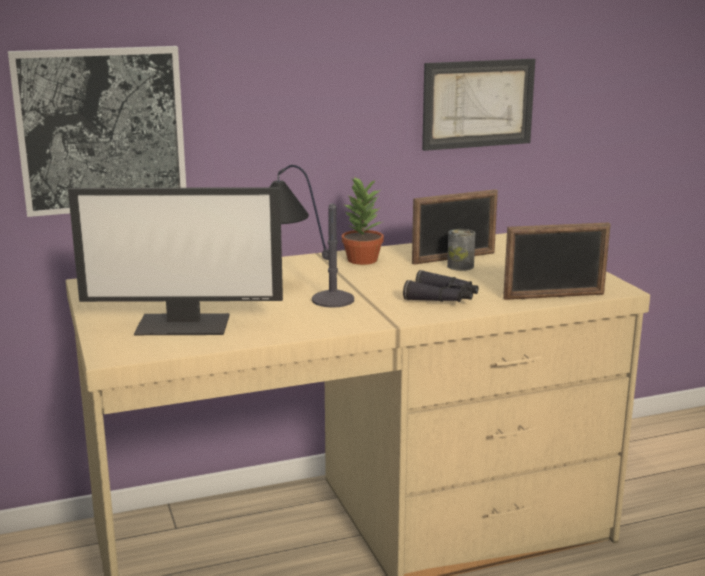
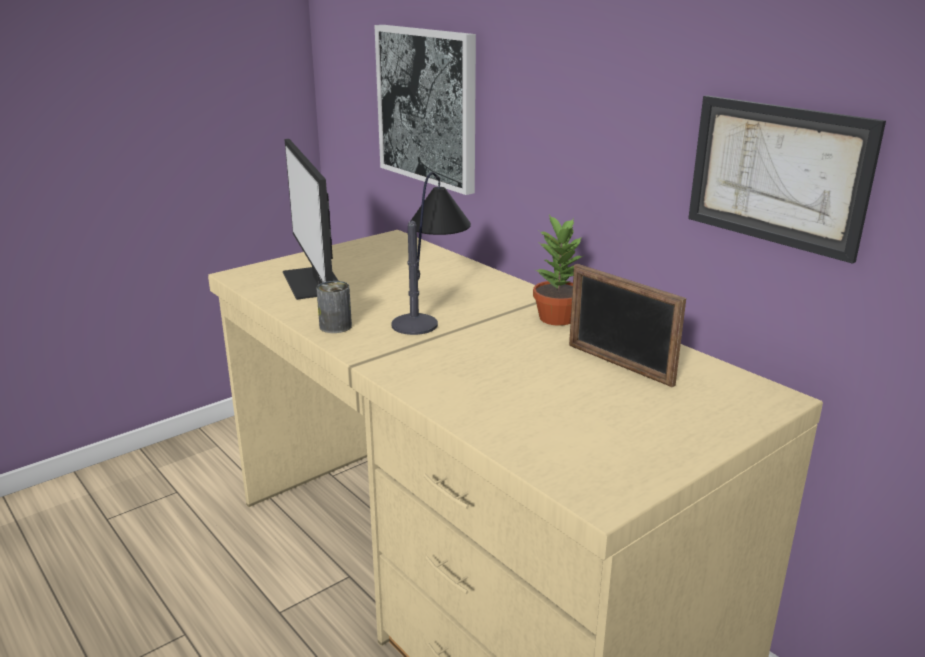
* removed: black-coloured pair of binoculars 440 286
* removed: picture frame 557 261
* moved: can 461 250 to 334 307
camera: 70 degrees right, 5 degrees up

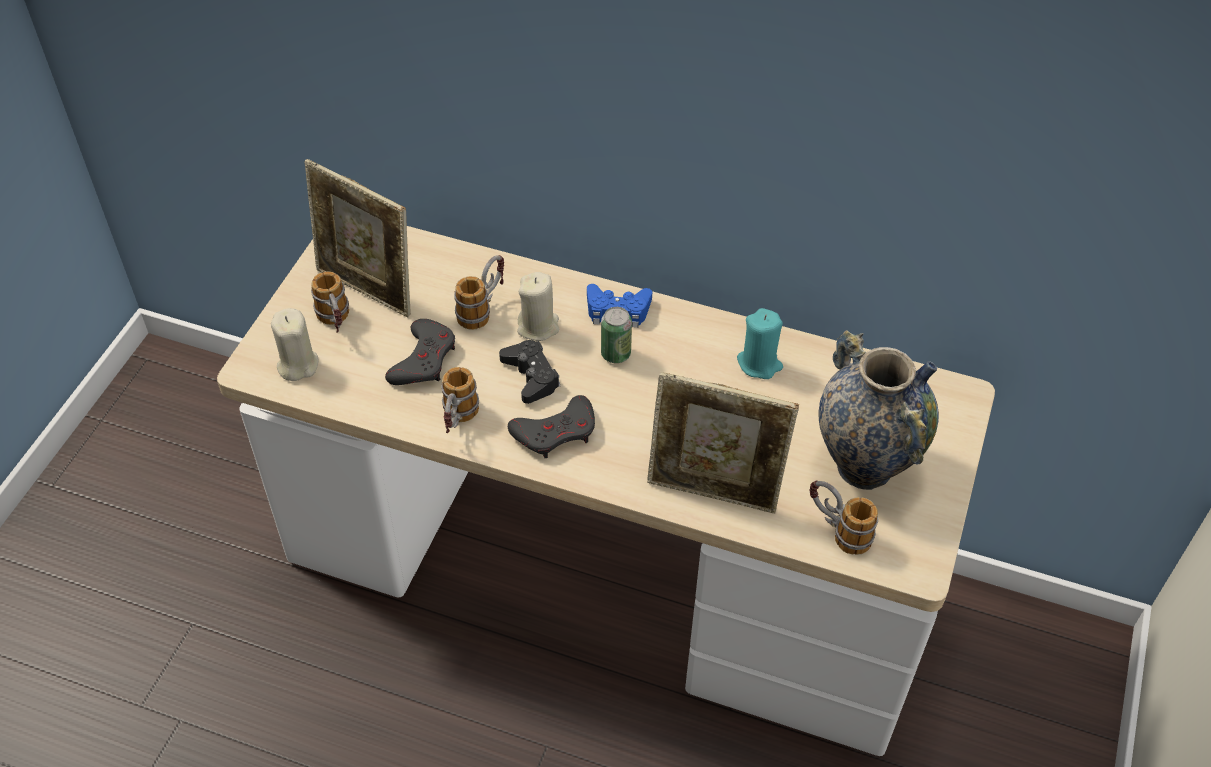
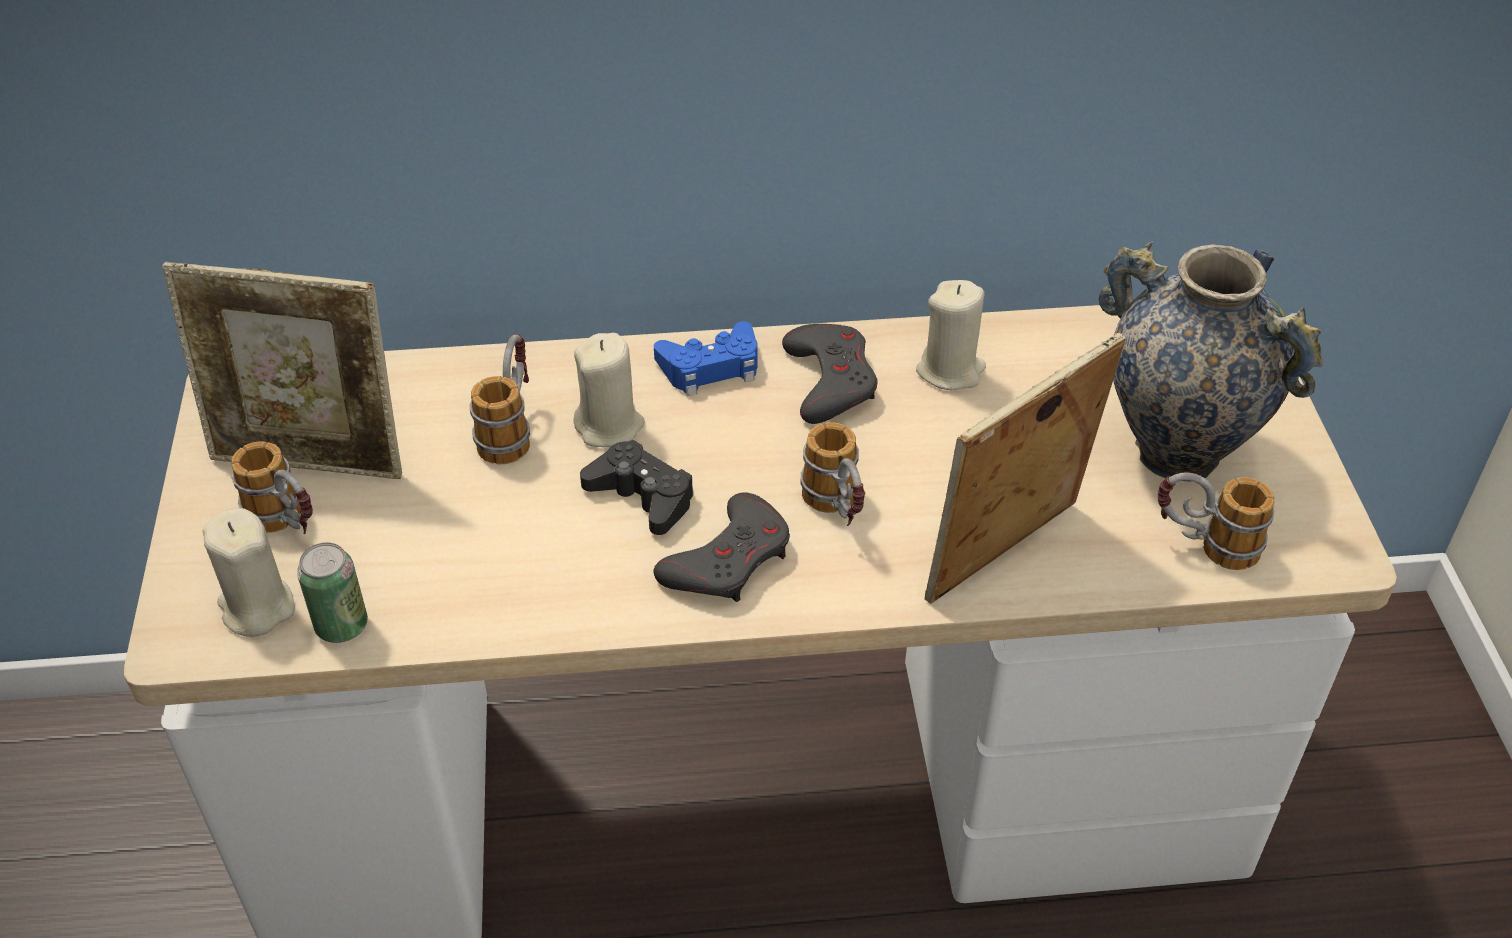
* moved: gray game controller 420 352 to 830 374
* moved: mug 460 400 to 833 474
* moved: can 616 335 to 332 592
* recoloured: turquoise-coloured candle 760 343 to beige candle 951 335
* turned: picture frame 723 442 = 1025 468 150 degrees clockwise
camera: 25 degrees left, 5 degrees down

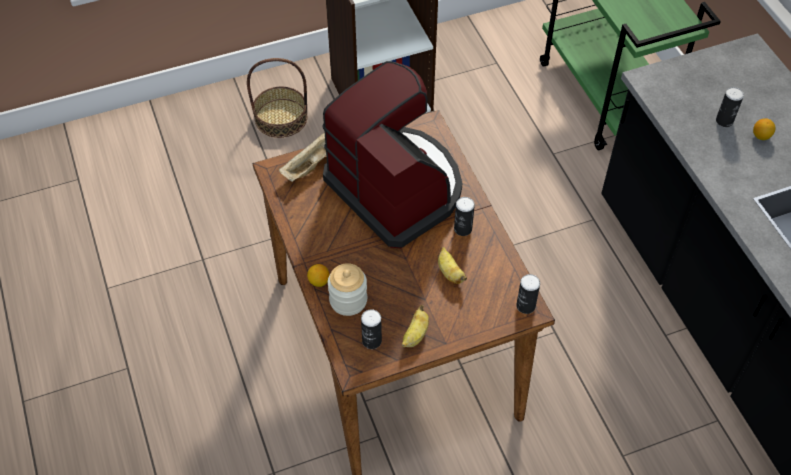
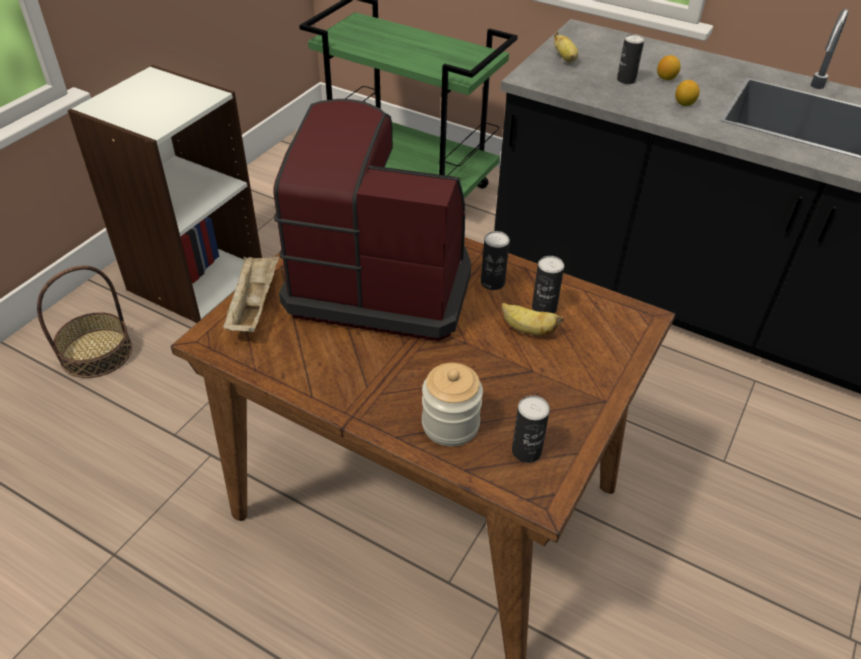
* moved: citrus fruit 318 275 to 687 93
* moved: banana 415 326 to 566 47
* moved: can 528 294 to 548 284
camera: 40 degrees left, 10 degrees down

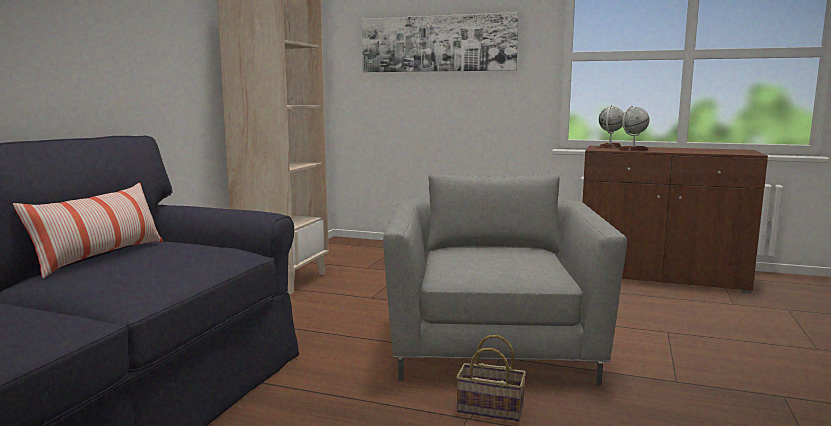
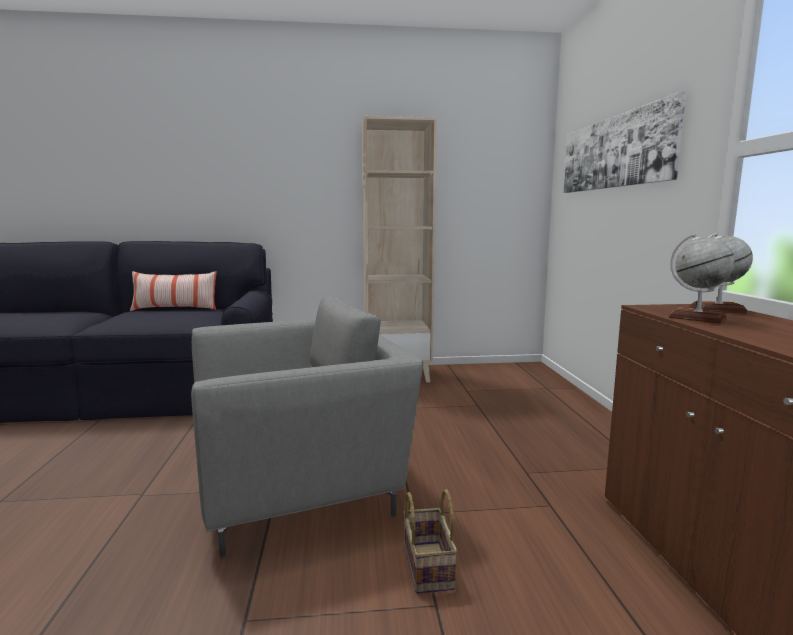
* moved: basket 491 378 to 430 541
camera: 65 degrees right, 0 degrees up

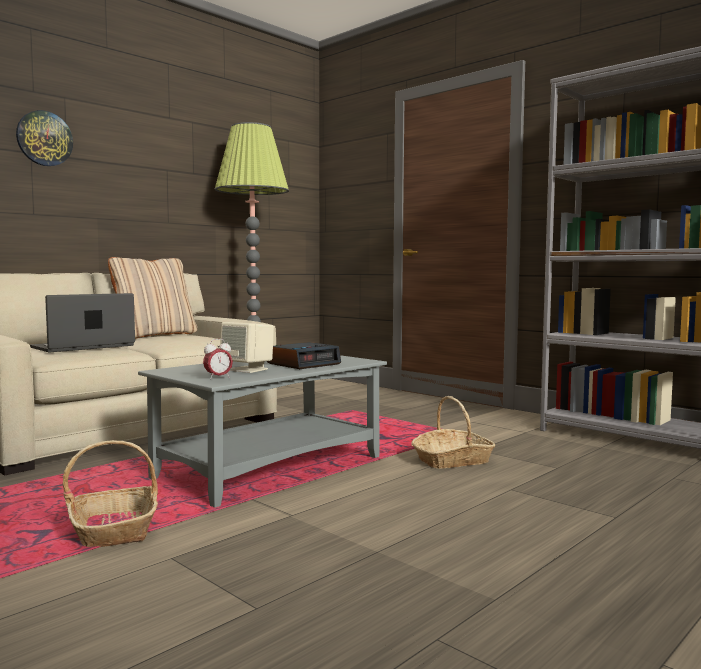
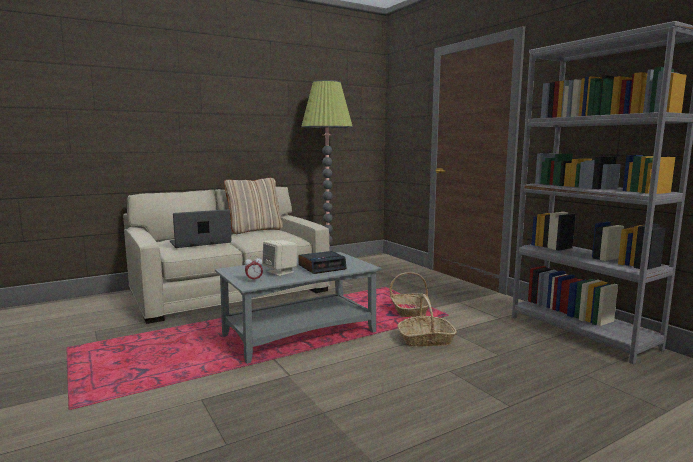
* removed: clock on the wall 44 138
* moved: basket 110 493 to 409 294
camera: 15 degrees right, 5 degrees up

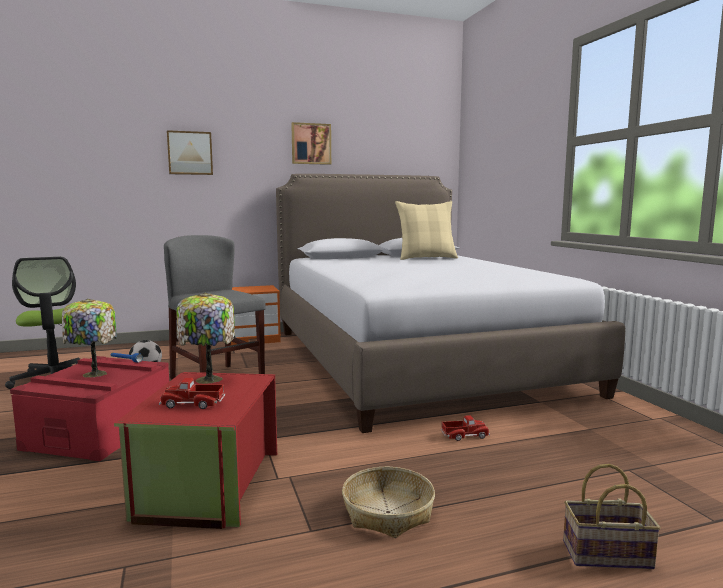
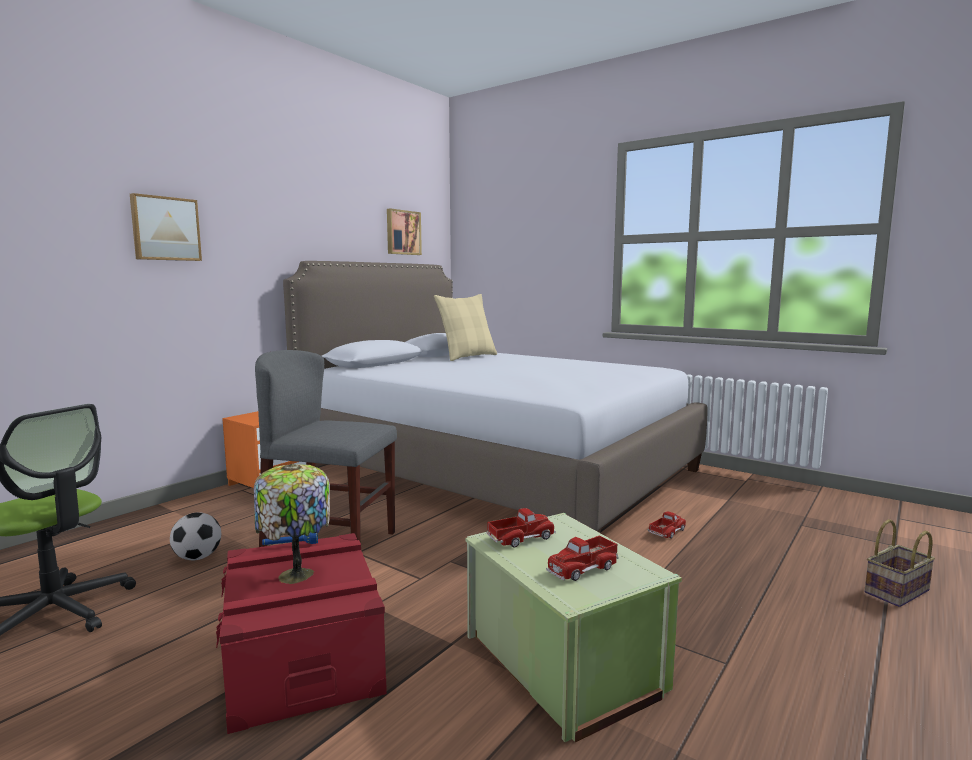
* removed: basket 388 502
* moved: wall art 311 143 to 404 231
* replaced: lamp for a table 205 338 to toy lorry 521 527
* recoloured: red-coloured storage box 195 450 to greenish storage box 573 627
camera: 35 degrees left, 0 degrees up

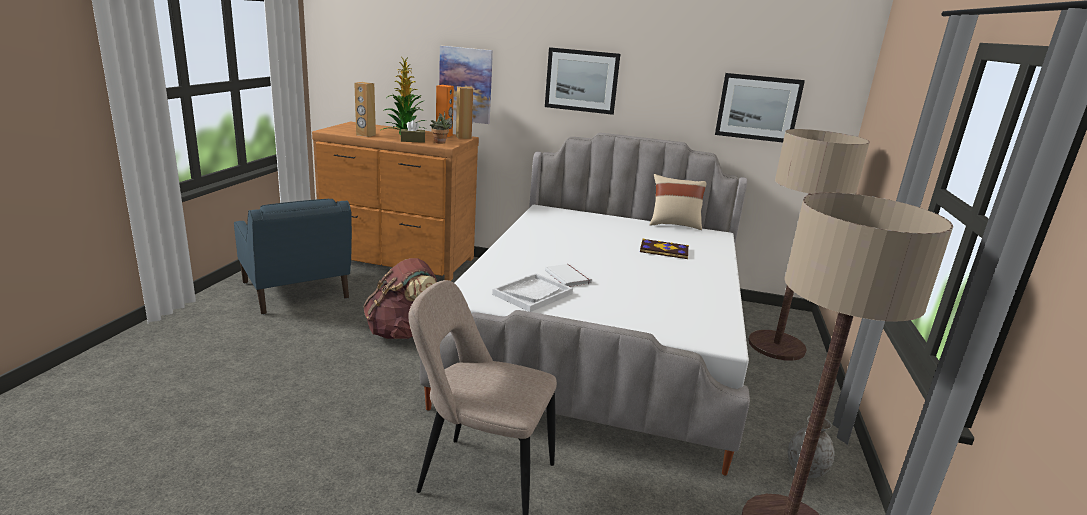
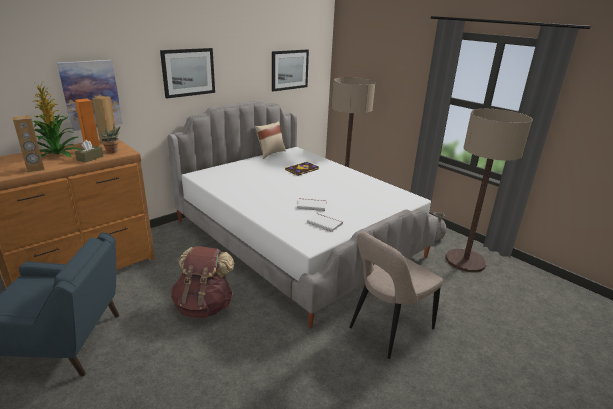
* replaced: whitish serving tray 532 292 to whitish bound book 325 222
camera: 55 degrees left, 5 degrees up

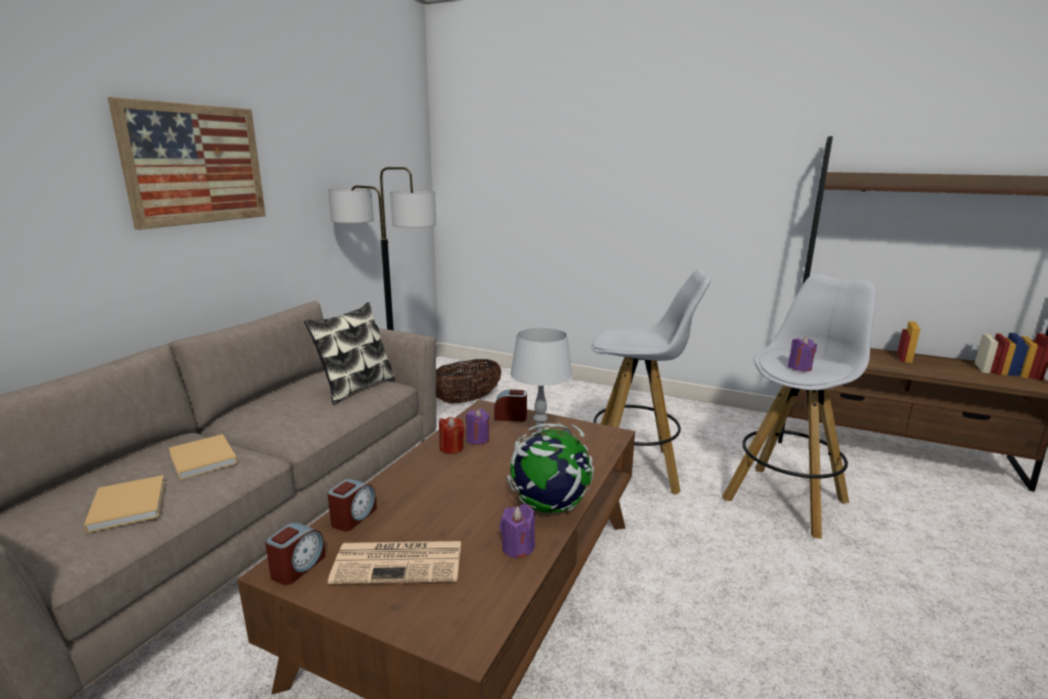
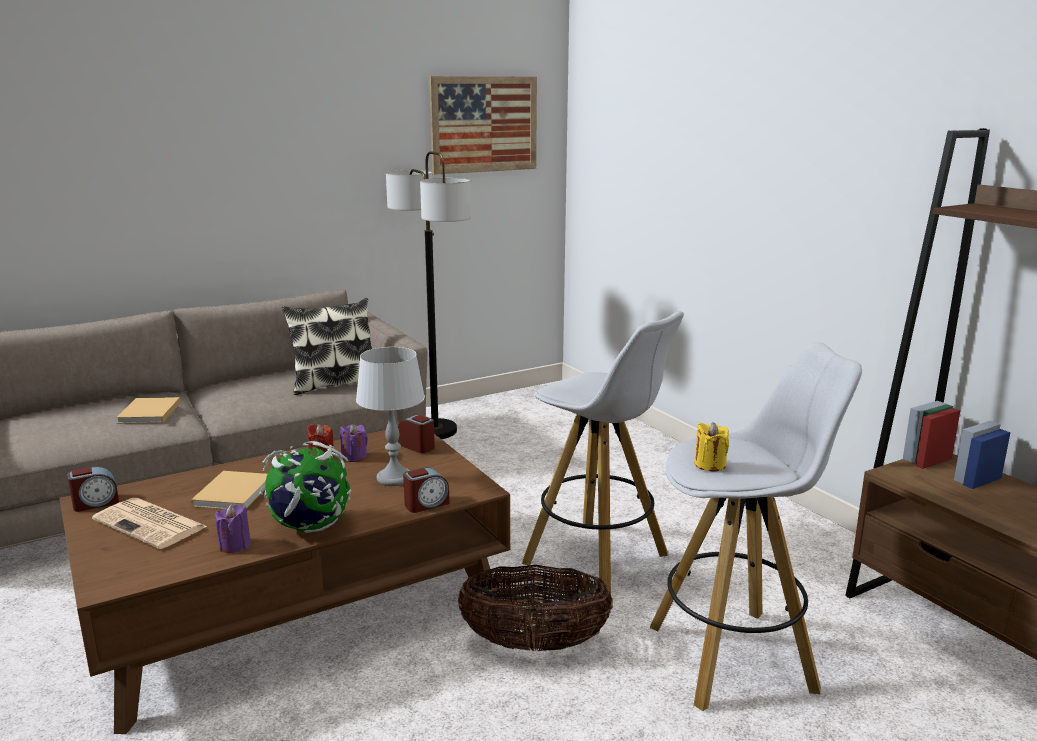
* moved: beige bound book 124 504 to 229 490
* moved: wall art 187 163 to 483 125
* moved: table clock 351 505 to 426 490
* moved: basket 468 381 to 535 608
* recoloured: purple candle 802 353 to yellow candle 711 446
camera: 35 degrees right, 0 degrees up

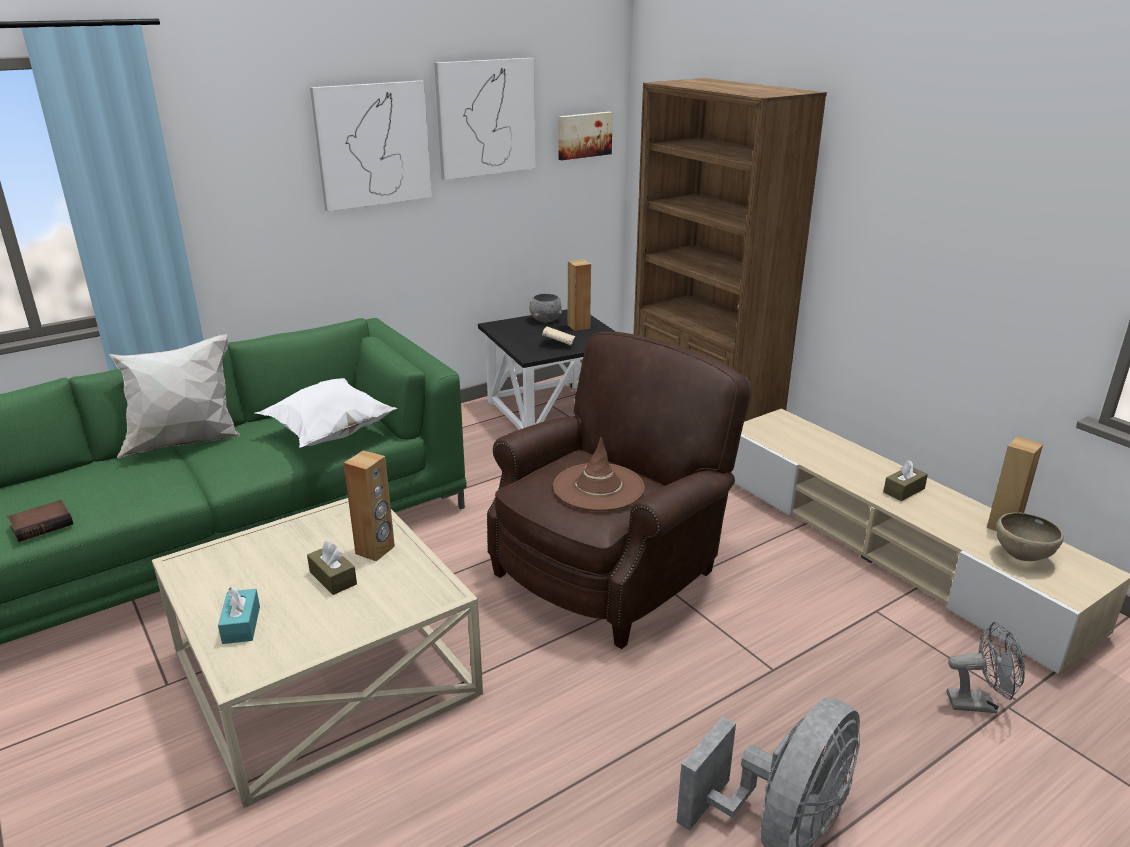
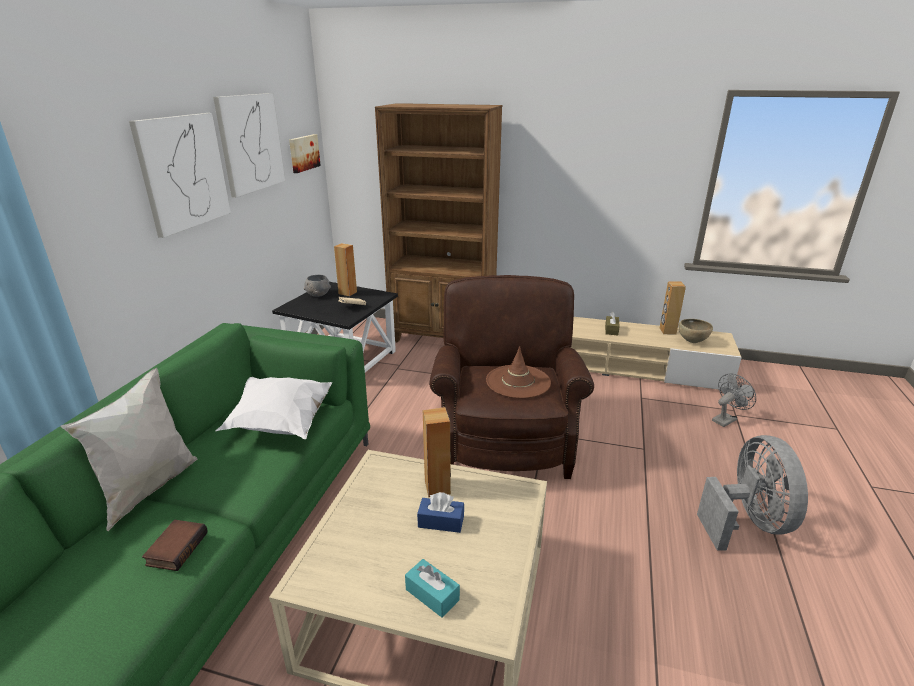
* moved: bound book 40 521 to 175 545
* recoloured: brown-coloured box of tissues 332 568 to blue box of tissues 440 512
camera: 40 degrees left, 0 degrees up

